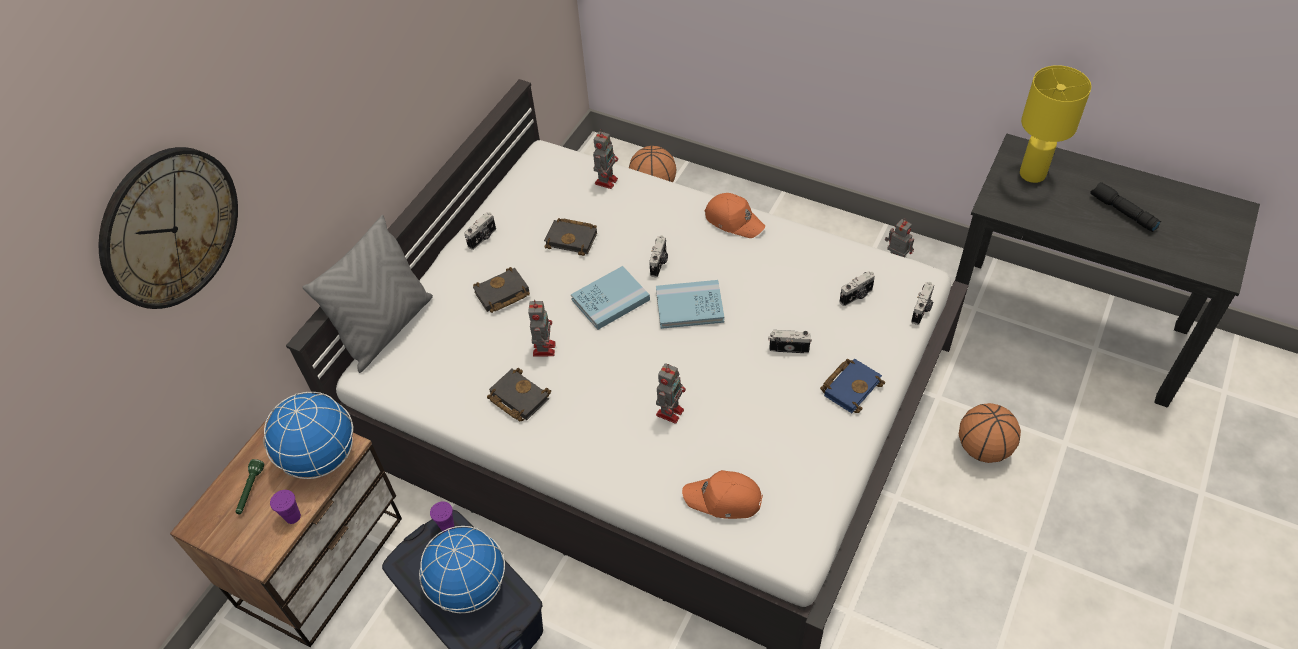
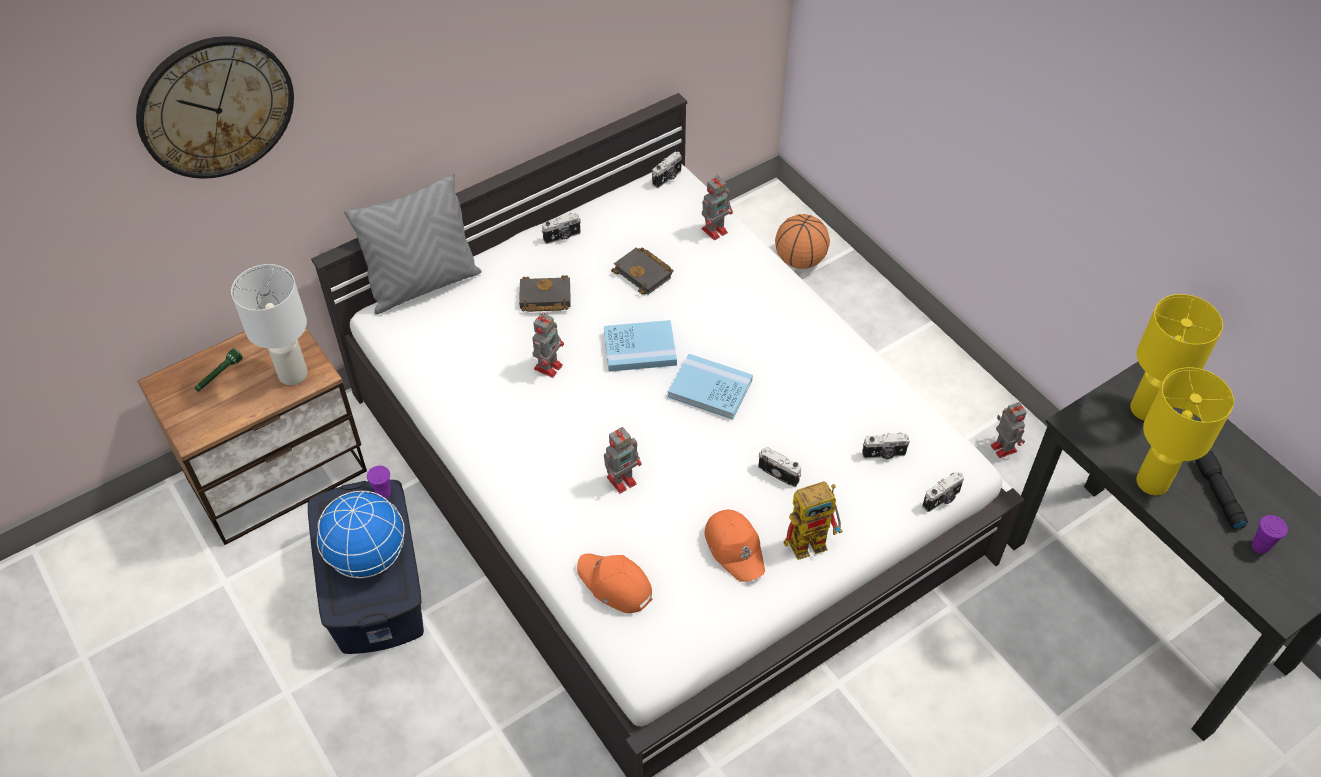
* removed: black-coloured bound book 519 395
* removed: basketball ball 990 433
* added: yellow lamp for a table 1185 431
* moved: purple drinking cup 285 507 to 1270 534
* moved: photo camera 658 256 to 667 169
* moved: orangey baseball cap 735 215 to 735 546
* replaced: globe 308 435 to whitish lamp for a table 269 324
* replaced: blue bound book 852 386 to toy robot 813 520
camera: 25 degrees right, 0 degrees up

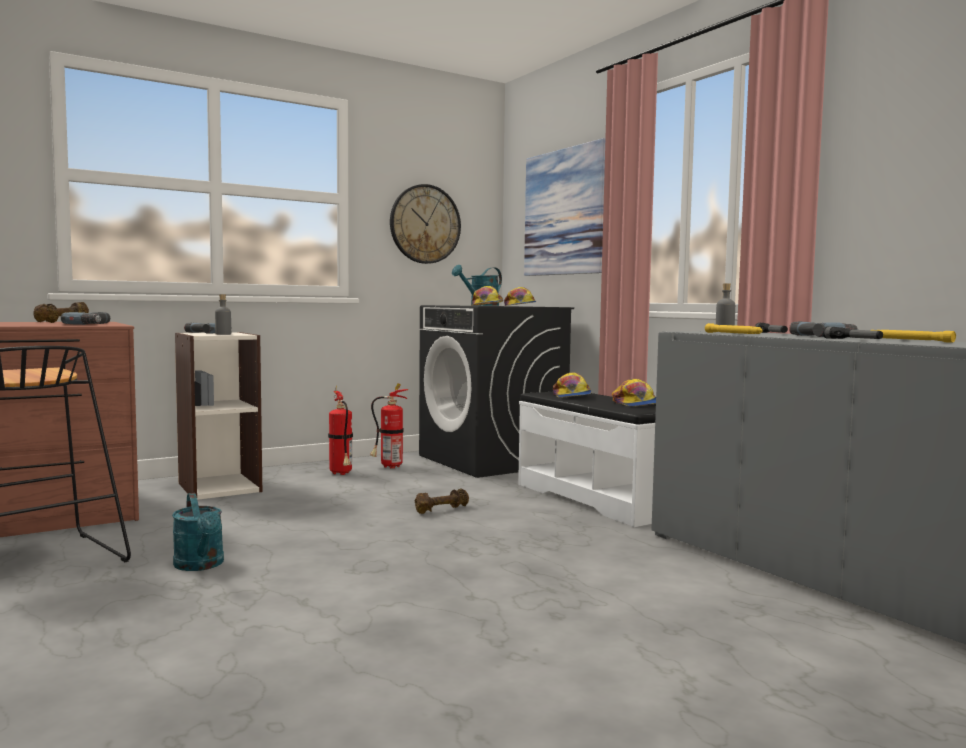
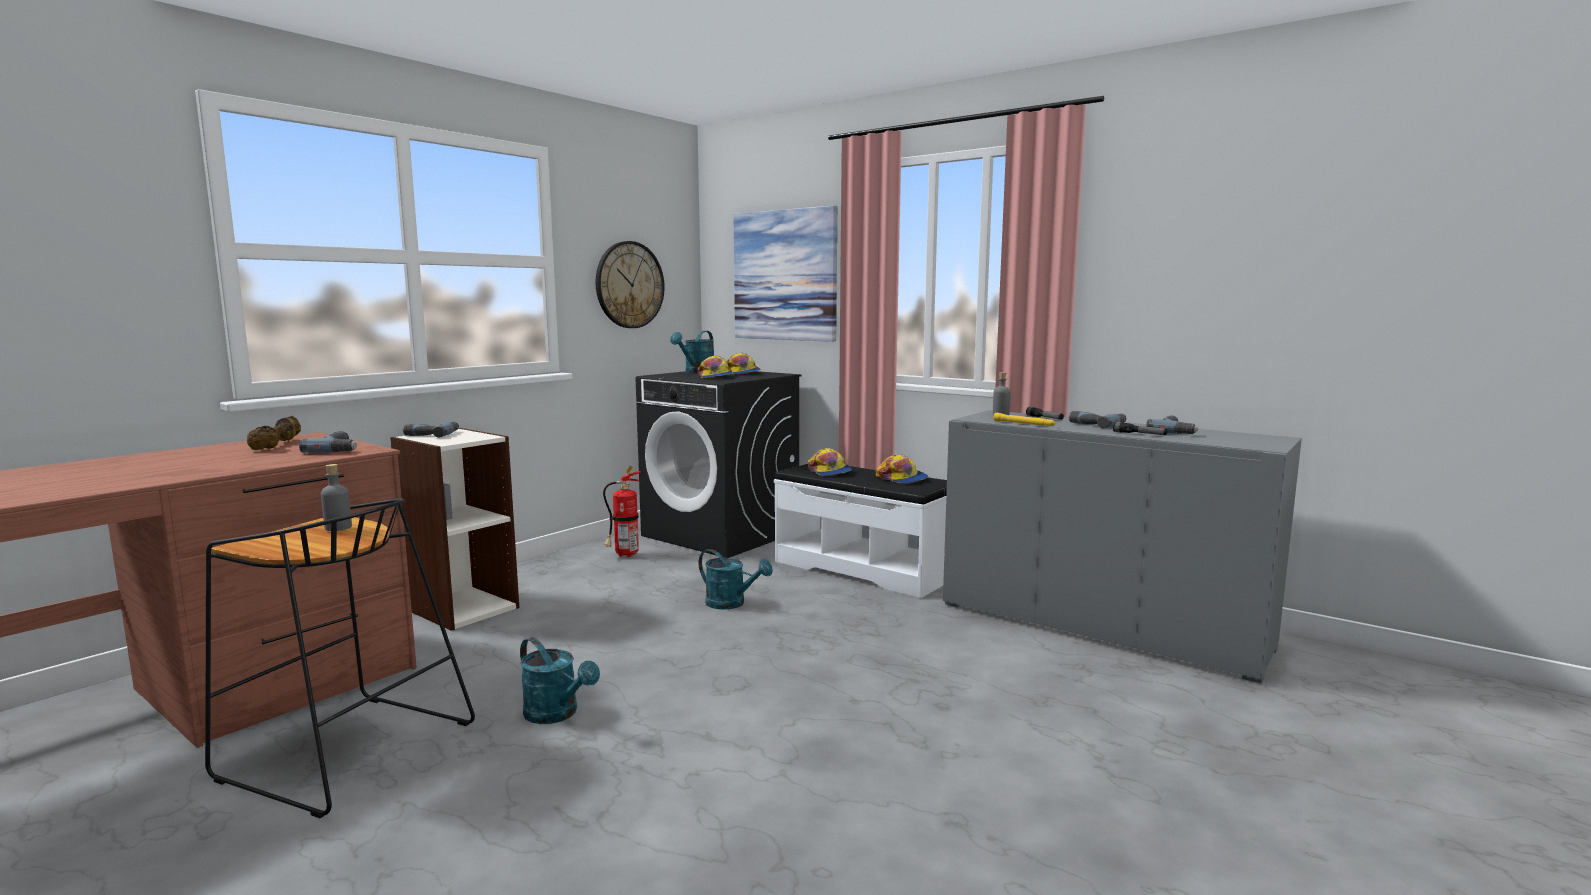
* removed: extinguisher 340 430
* moved: gray beverage bottle 223 314 to 336 497
* replaced: brown-coloured hand weight 442 501 to turquoise-coloured watering can 736 579
* replaced: yellow hand torch 915 336 to power drill 1172 425
camera: 20 degrees left, 5 degrees up

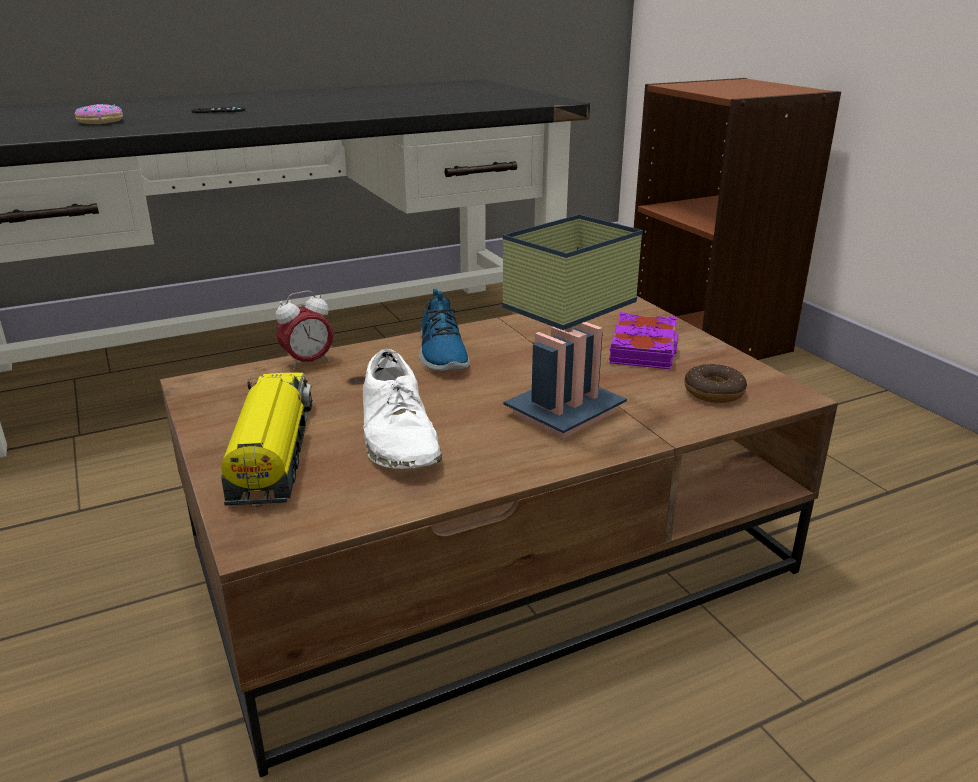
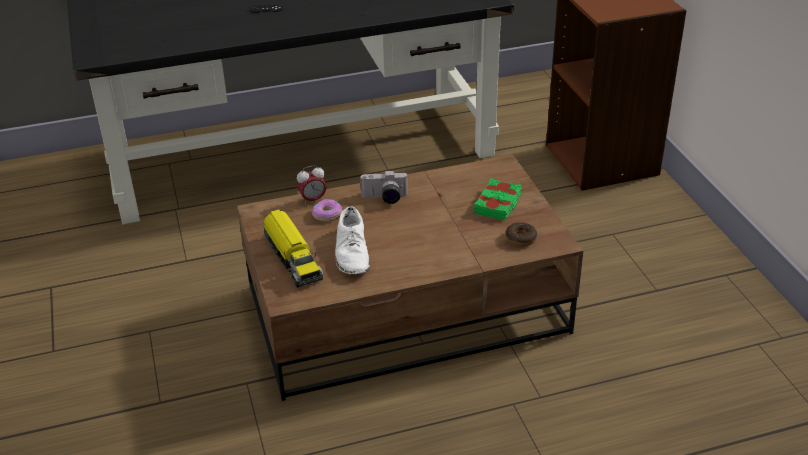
* removed: lamp for a table 572 326
* moved: ring doughnut 99 114 to 327 210
* replaced: shoe 444 330 to photo camera 384 187
* recoloured: purple bound book 643 340 to greenish bound book 497 199
* turned: toy lorry 267 439 = 293 248 150 degrees clockwise
camera: 10 degrees right, 10 degrees up

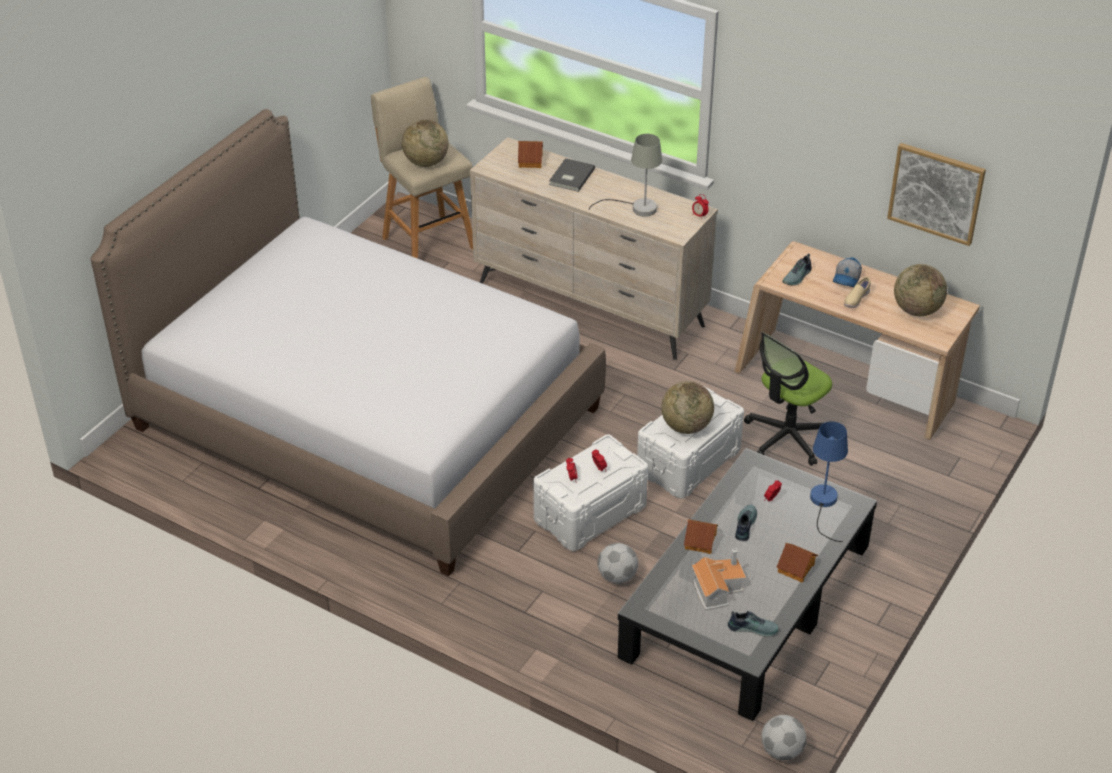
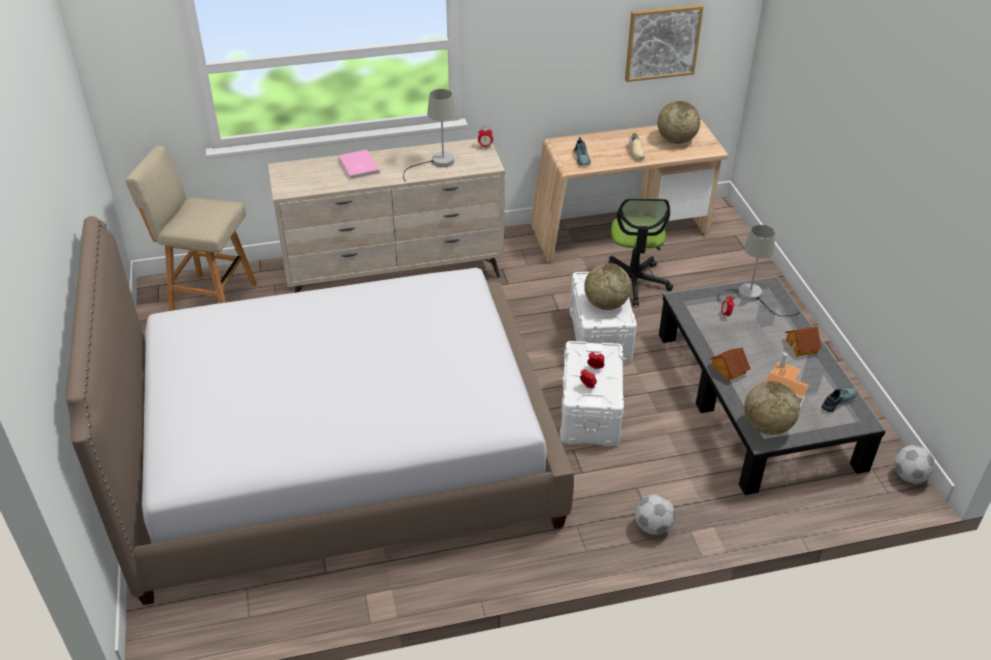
* removed: miniature house 530 154
* removed: shoe 746 522
* removed: baseball cap 847 272
* moved: globe 425 143 to 772 408
* moved: football 618 563 to 655 514
* recoloured: gray bound book 572 175 to pink-coloured bound book 359 165
* recoloured: blue lamp for a table 829 481 to gray lamp for a table 769 270
camera: 45 degrees left, 0 degrees up

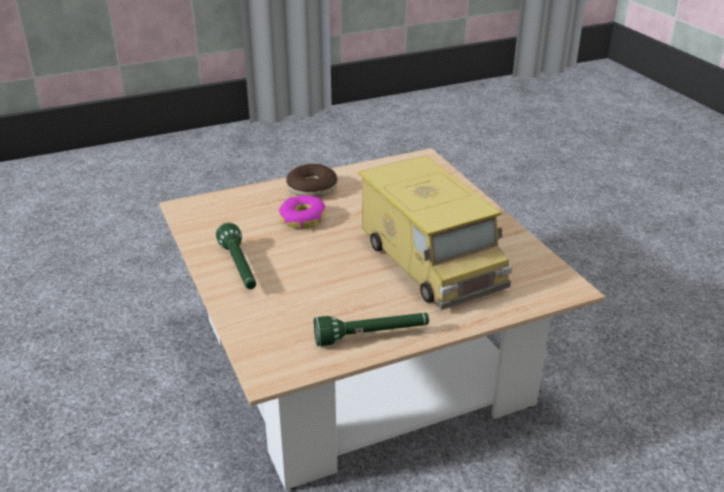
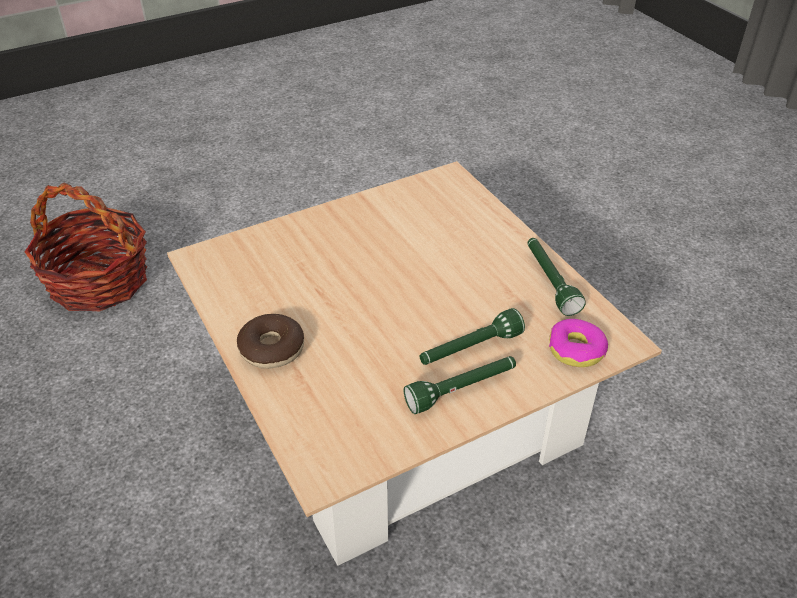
* removed: toy lorry 435 233
* added: basket 85 247
* added: greenish hand torch 472 336
* moved: ring doughnut 302 212 to 578 343
camera: 95 degrees left, 10 degrees up

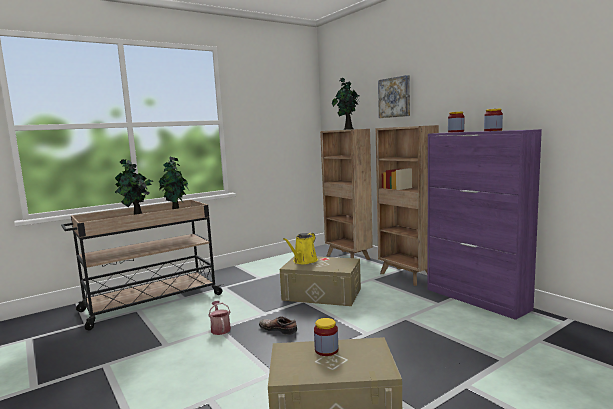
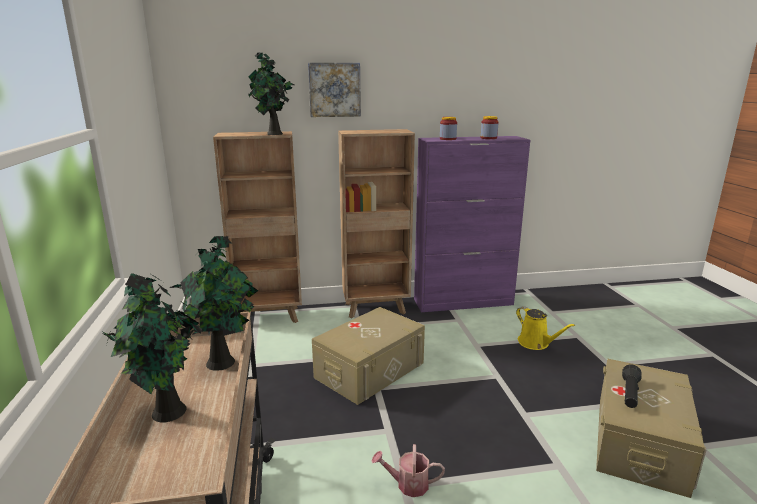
* removed: shoe 278 326
* moved: yellow watering can 300 248 to 545 328
* replaced: preserve jar 326 337 to black-coloured hand torch 632 386
camera: 65 degrees left, 10 degrees up

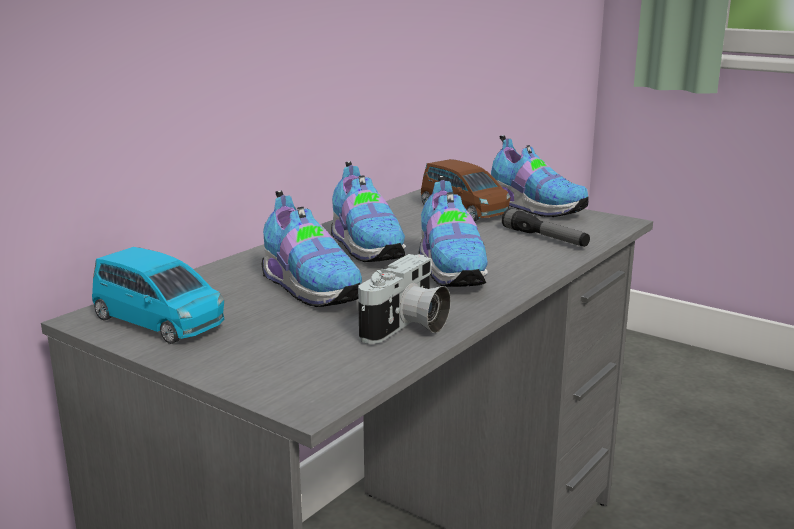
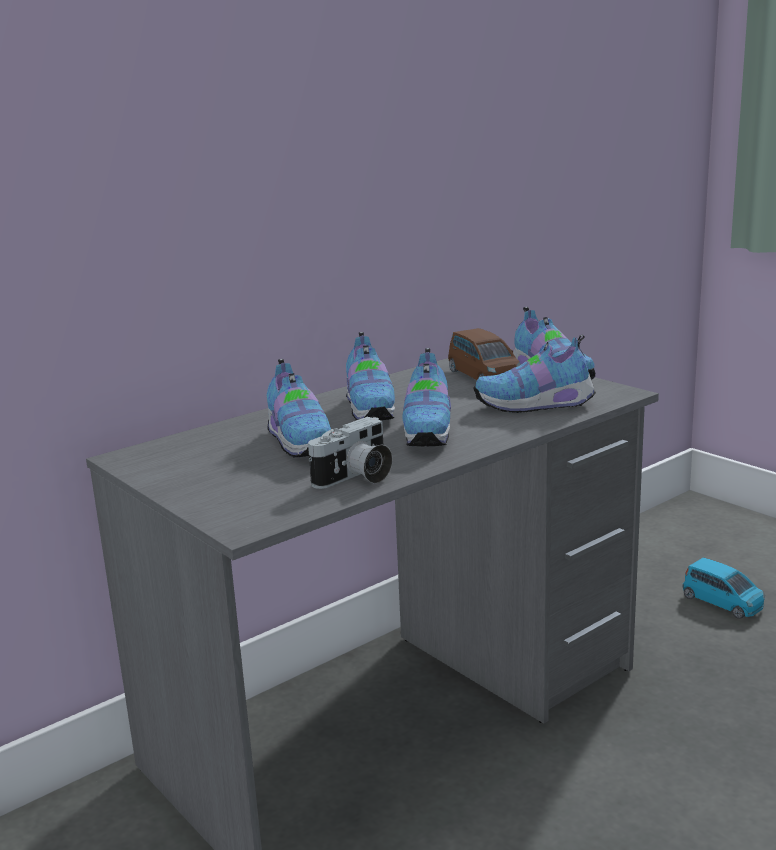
* moved: blue toy car 158 295 to 724 588
* replaced: hand torch 546 227 to shoe 534 373
camera: 15 degrees right, 0 degrees up

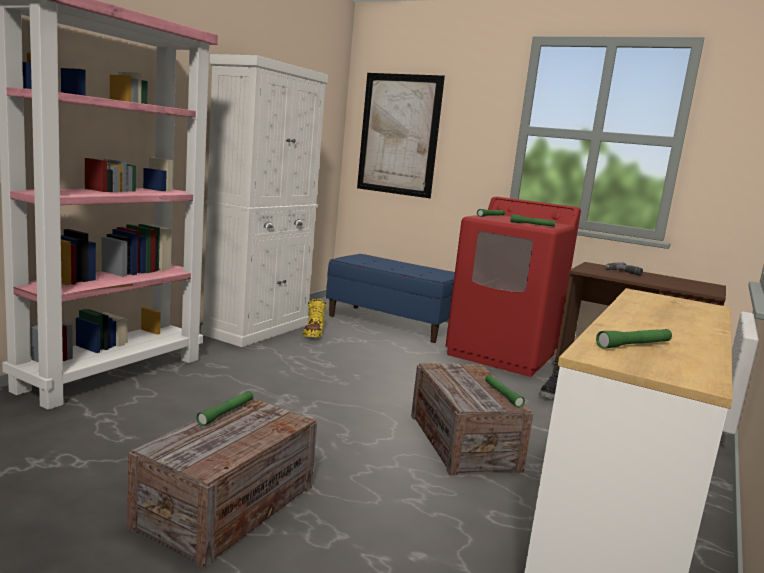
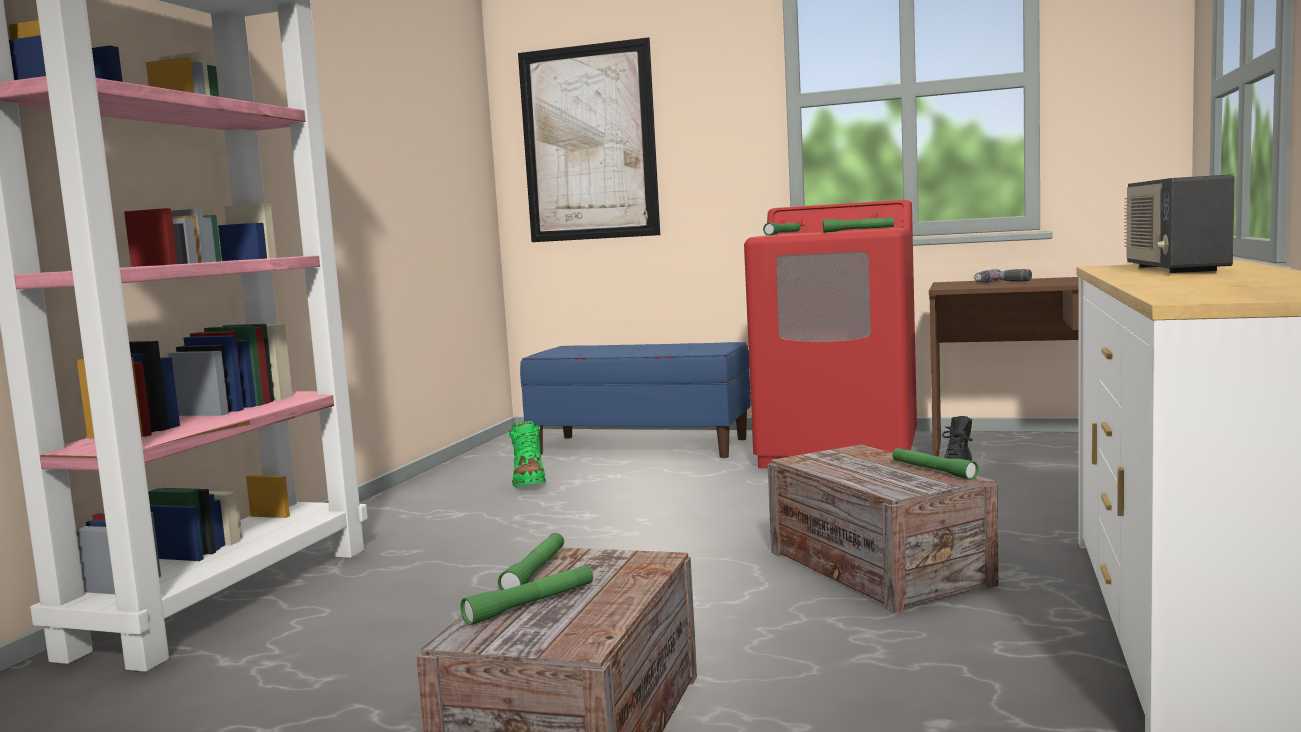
* removed: whitish cupboard 264 200
* added: radio 1179 223
* moved: greenish hand torch 634 339 to 526 595
* recoloured: yellow high-top boot 314 318 to greenish high-top boot 527 454
camera: 10 degrees left, 5 degrees down

